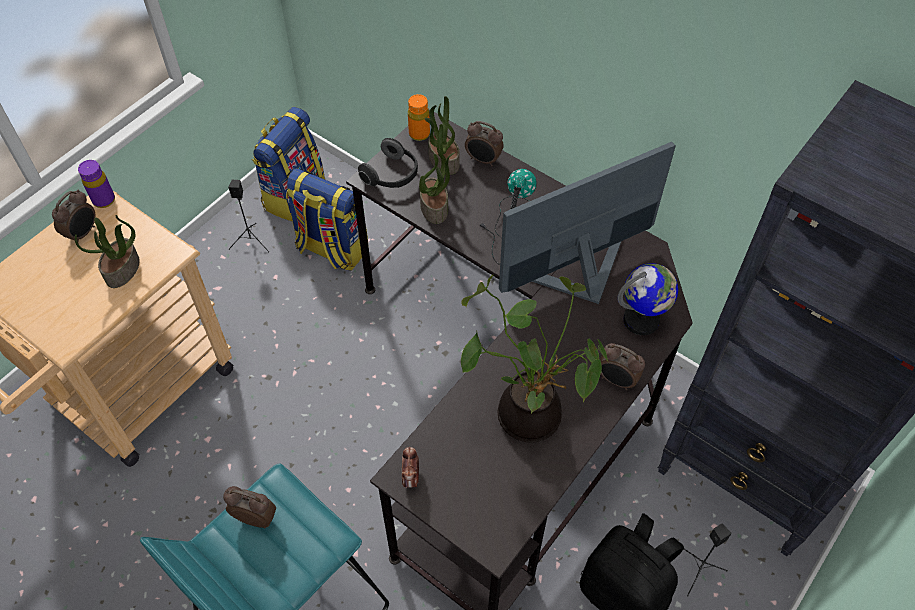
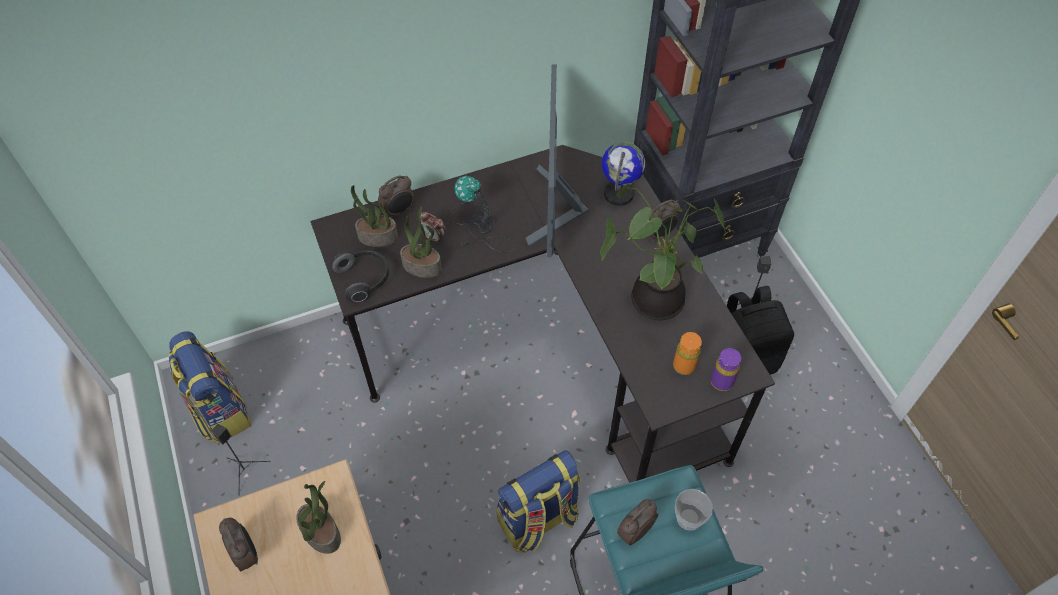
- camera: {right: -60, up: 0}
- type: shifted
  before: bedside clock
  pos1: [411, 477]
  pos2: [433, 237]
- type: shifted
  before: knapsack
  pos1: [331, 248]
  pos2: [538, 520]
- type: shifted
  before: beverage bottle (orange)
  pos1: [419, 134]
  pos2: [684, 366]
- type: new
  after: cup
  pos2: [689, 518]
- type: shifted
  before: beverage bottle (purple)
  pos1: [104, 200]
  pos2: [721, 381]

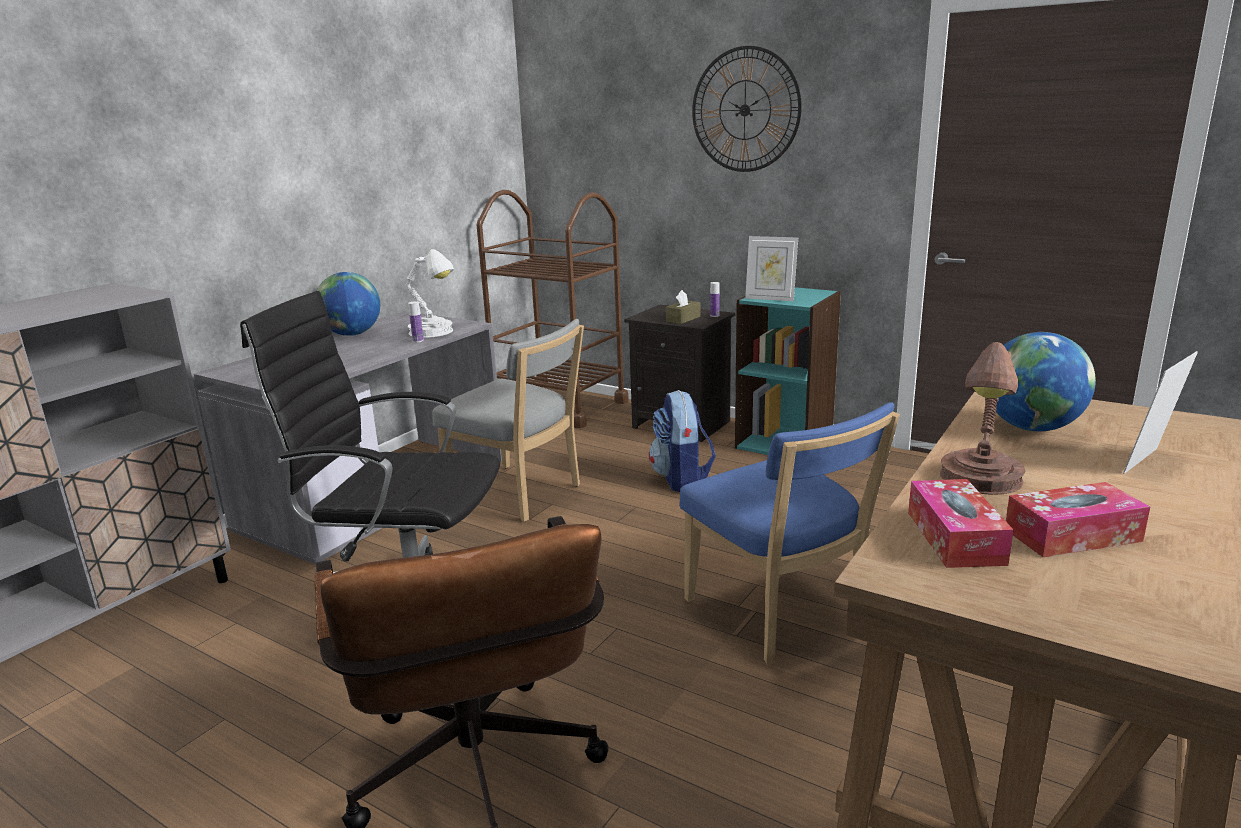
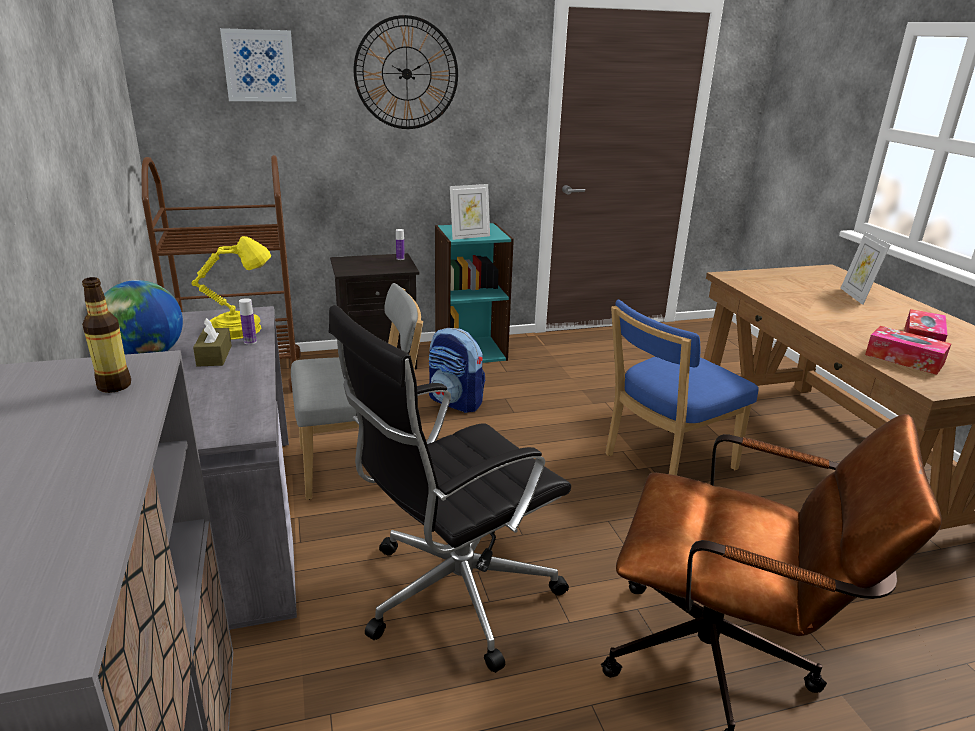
- camera: {right: -50, up: 5}
- type: new
  after: beverage bottle
  pos2: [114, 386]
- type: repainted
  before: table lamp (whitish)
  after: table lamp (yellow-coloured)
  pos1: [434, 332]
  pos2: [240, 329]
- type: shifted
  before: tissue box (brown-coloured)
  pos1: [683, 319]
  pos2: [214, 356]
- type: new
  after: wall picture
  pos2: [259, 65]
- type: rotated
  before: upright chair (bluish)
  pos1: [779, 616]
  pos2: [664, 463]
  turn: 135
- type: gone
  before: table lamp (brown-coloured)
  pos1: [980, 480]
- type: gone
  before: desk globe
  pos1: [1032, 428]

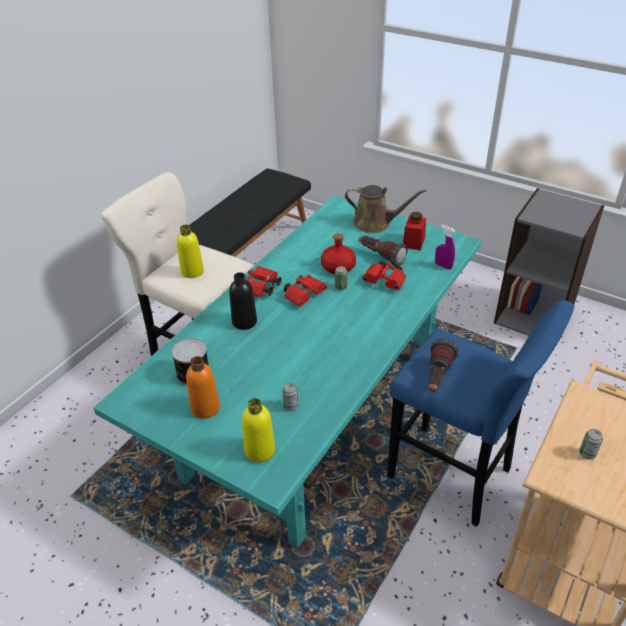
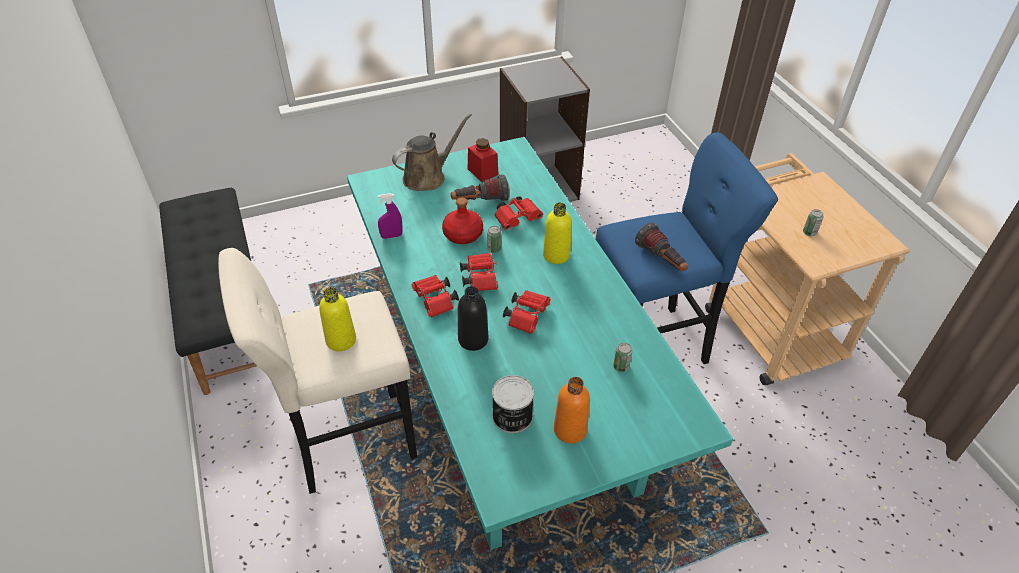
- camera: {right: -55, up: 5}
- type: shifted
  before: sprayer (purple)
  pos1: [443, 266]
  pos2: [391, 236]
- type: new
  after: binoculars (reddish)
  pos2: [527, 315]
- type: shifted
  before: beverage bottle (yellow-coloured)
  pos1: [260, 450]
  pos2: [556, 255]

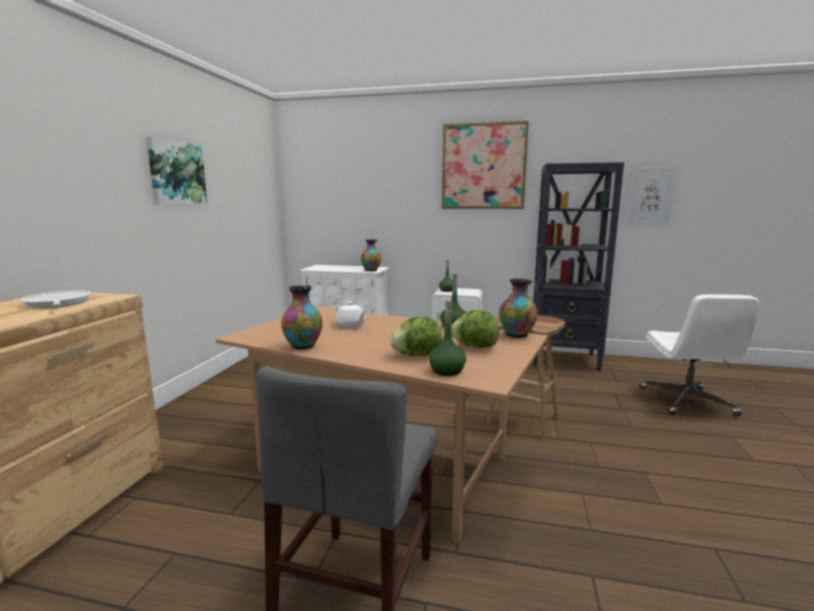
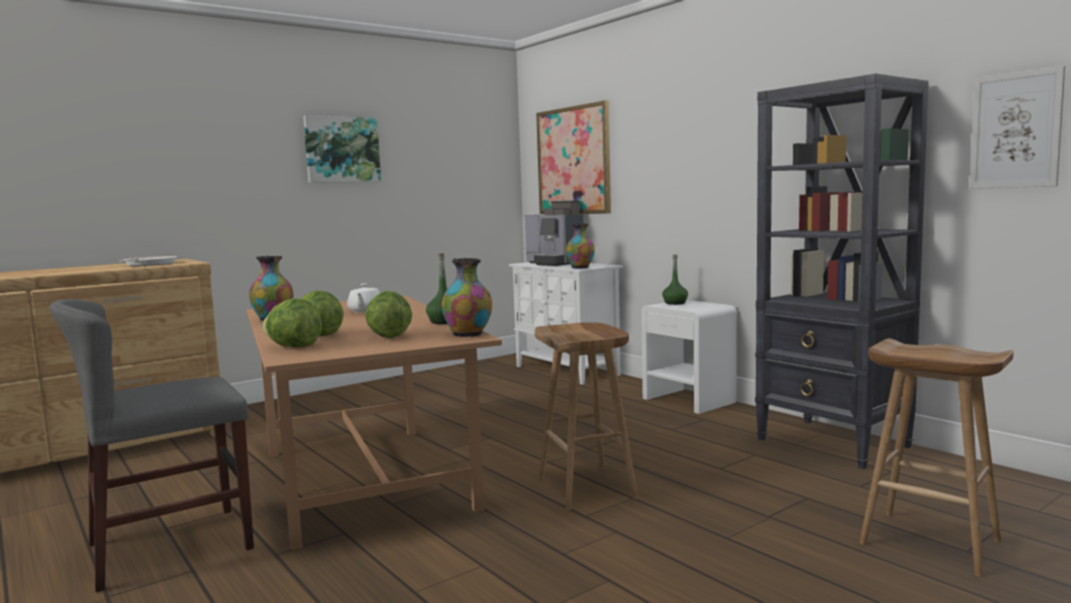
- camera: {right: 40, up: -5}
- type: swapped
  before: beverage bottle (greenish)
  after: head of lettuce
  pos1: [447, 370]
  pos2: [293, 347]
- type: new
  after: coffee maker
  pos2: [554, 263]
- type: shifted
  before: wall picture
  pos1: [483, 166]
  pos2: [573, 160]
- type: swapped
  before: desk chair (whitish)
  after: sitting stool (brown-coloured)
  pos1: [687, 401]
  pos2: [927, 542]

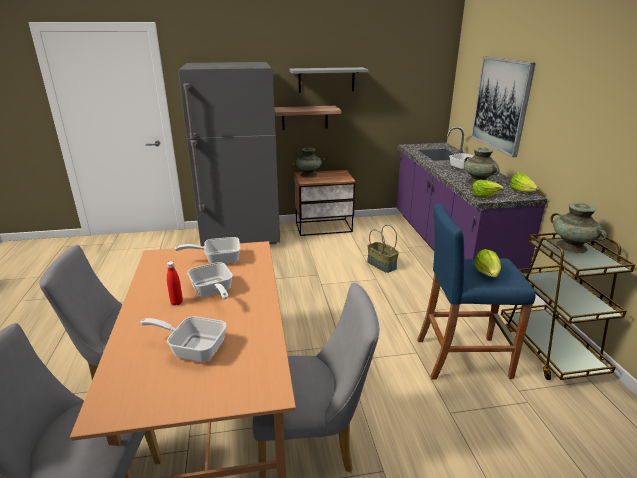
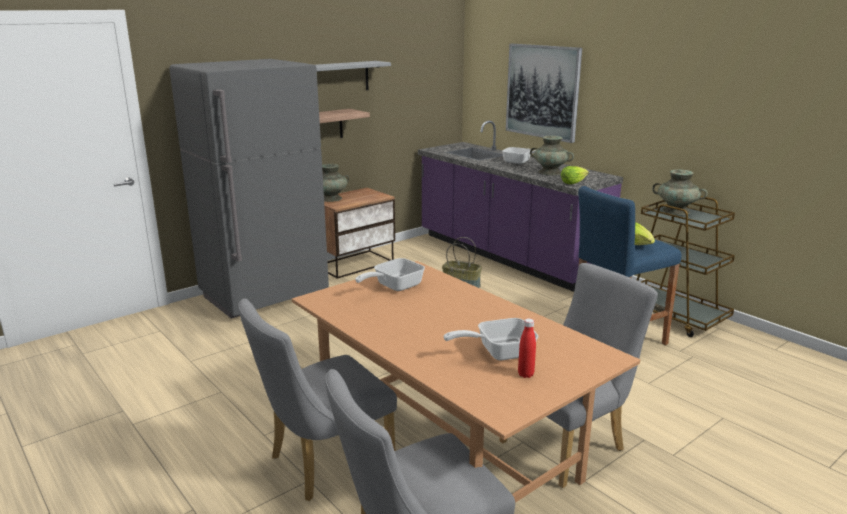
- camera: {right: -30, up: -5}
- type: shifted
  before: beverage bottle (reddish)
  pos1: [176, 302]
  pos2: [525, 374]
- type: gone
  before: skillet
  pos1: [212, 292]
- type: gone
  before: head of lettuce
  pos1: [521, 192]

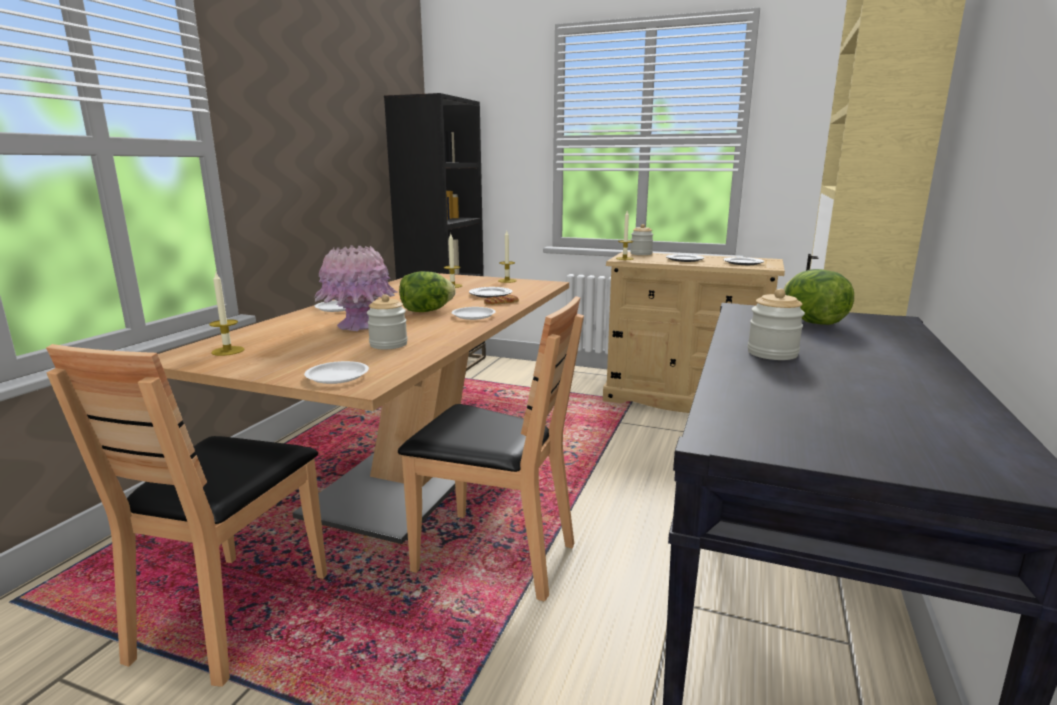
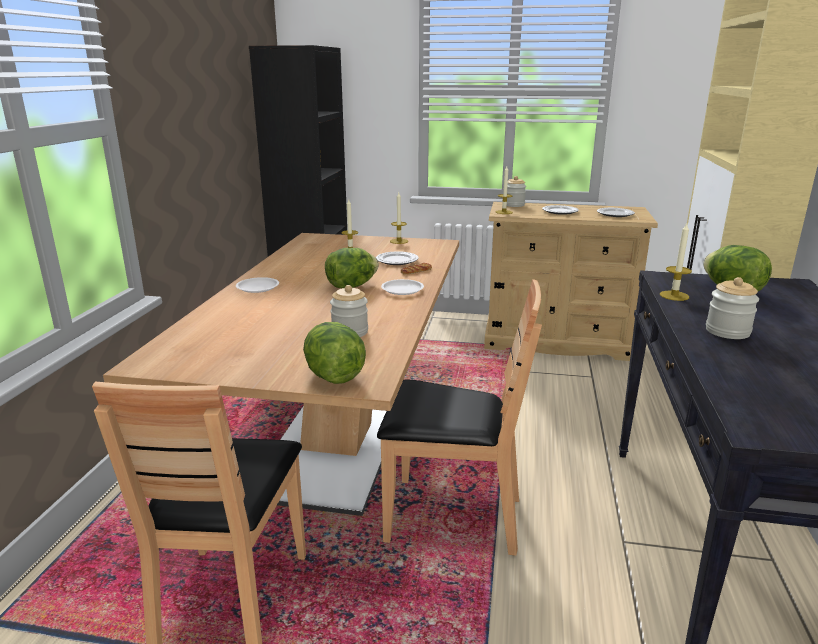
- camera: {right: -10, up: 5}
- type: swapped
  before: plate (whitish)
  after: head of lettuce
  pos1: [337, 376]
  pos2: [333, 376]
- type: shifted
  before: candle
  pos1: [228, 351]
  pos2: [674, 295]
- type: gone
  before: vase (pinkish)
  pos1: [358, 326]

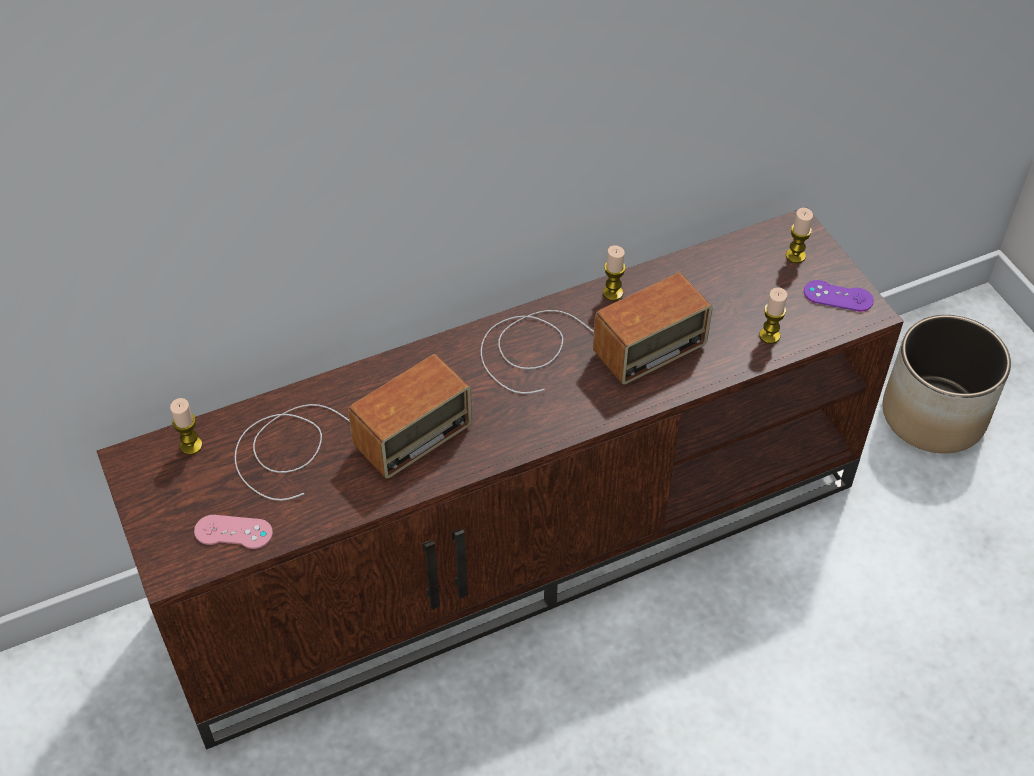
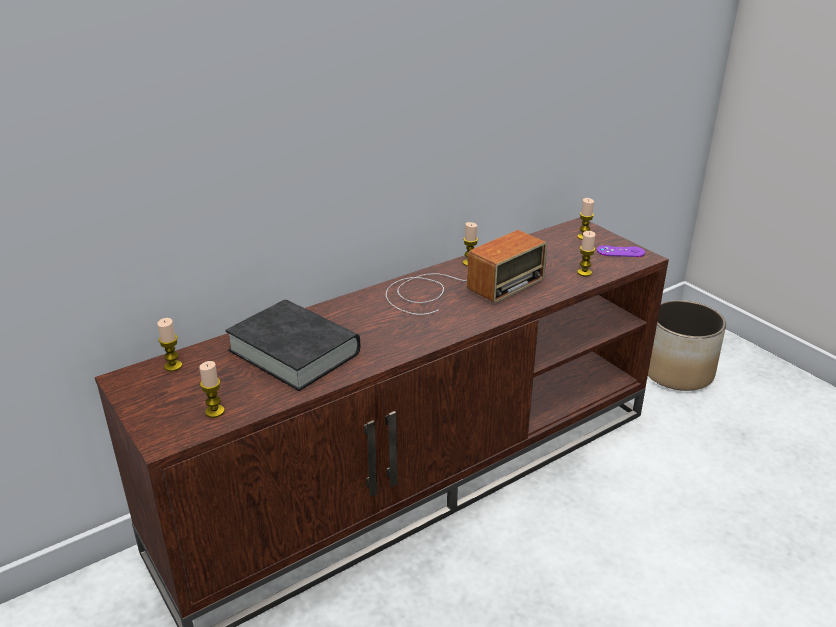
- camera: {right: -10, up: -20}
- type: swapped
  before: gamepad (pinkish)
  after: candle
  pos1: [233, 532]
  pos2: [215, 411]
- type: swapped
  before: radio set
  after: bound book (blackish)
  pos1: [343, 441]
  pos2: [294, 352]

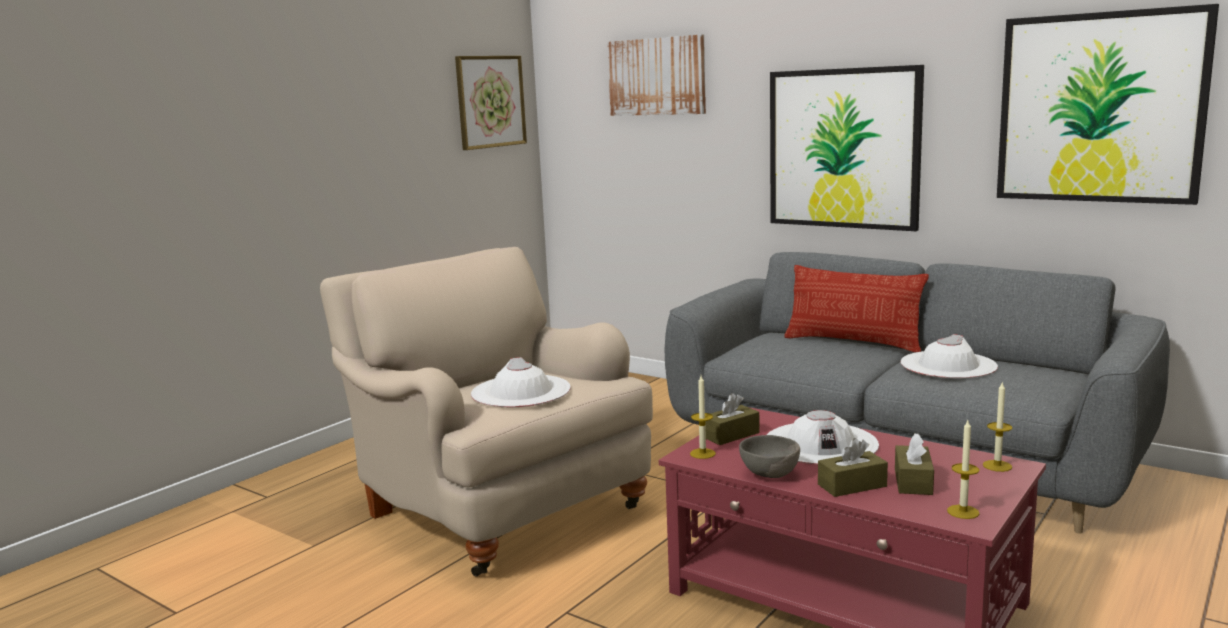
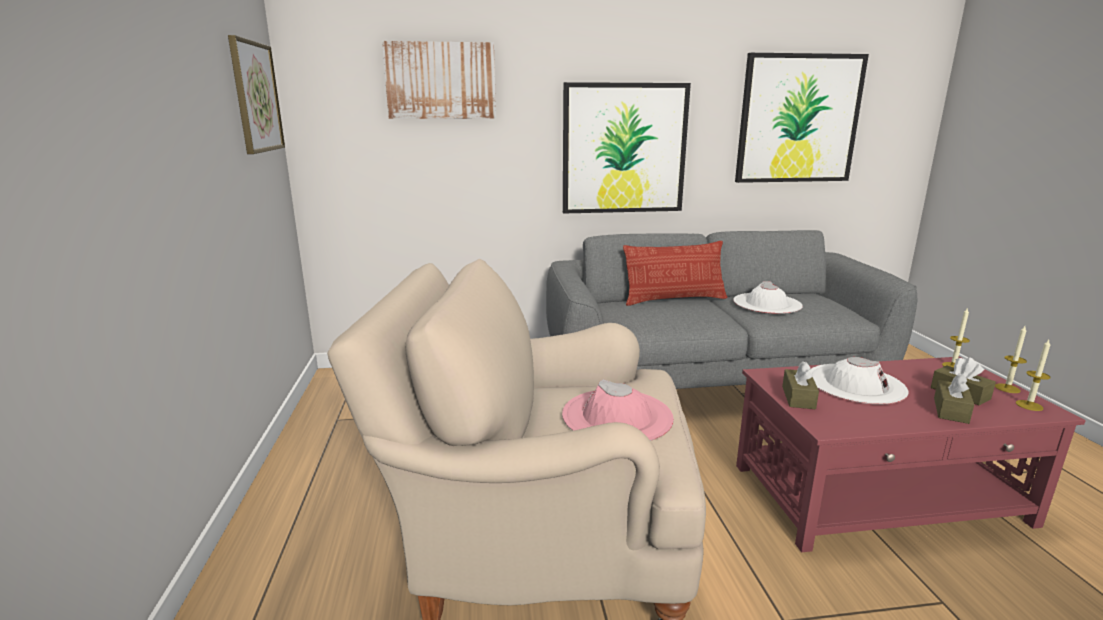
- camera: {right: -45, up: 5}
- type: repainted
  before: wearable hat (whitish)
  after: wearable hat (pinkish)
  pos1: [521, 391]
  pos2: [617, 416]
- type: shifted
  before: candle
  pos1: [702, 453]
  pos2: [1007, 388]
- type: gone
  before: serving bowl (gray)
  pos1: [770, 475]

